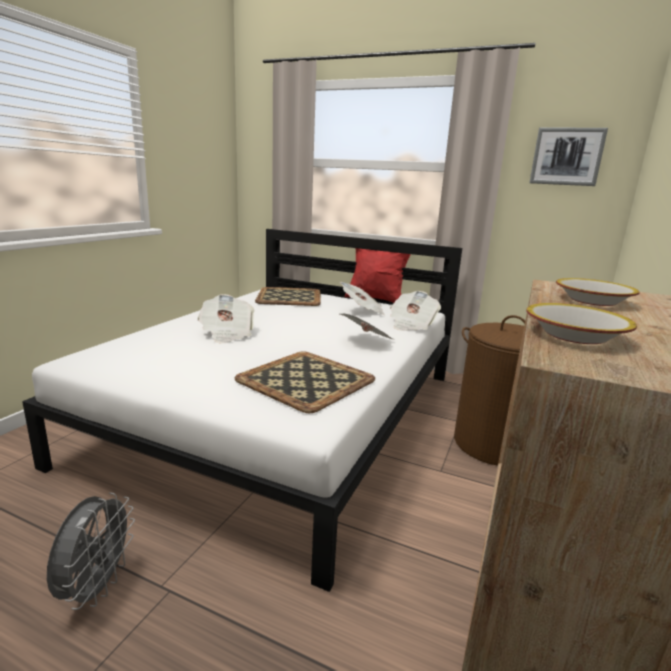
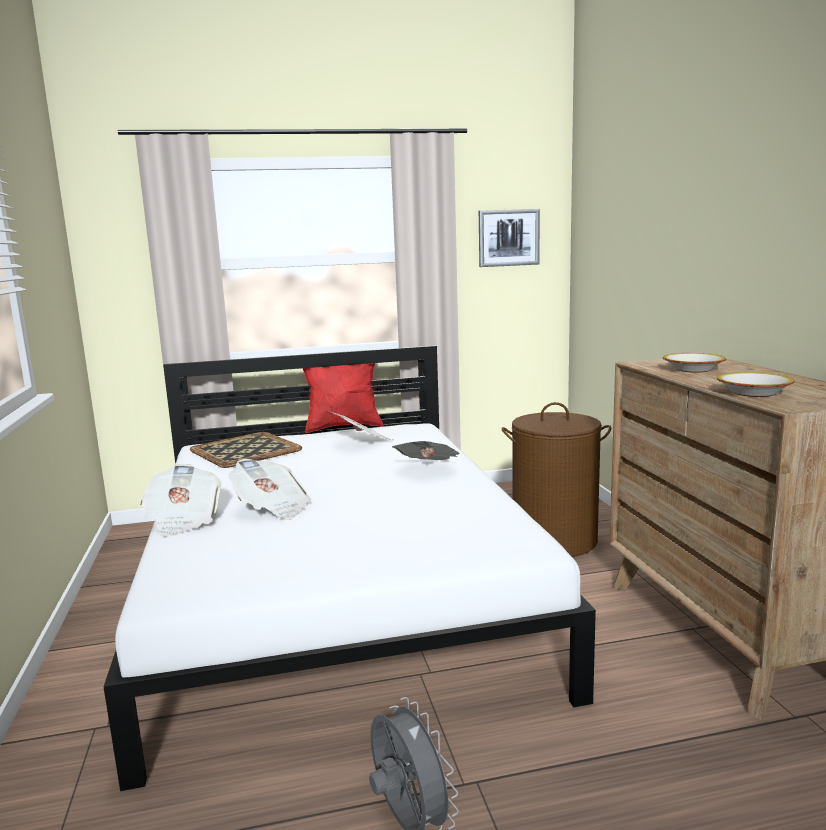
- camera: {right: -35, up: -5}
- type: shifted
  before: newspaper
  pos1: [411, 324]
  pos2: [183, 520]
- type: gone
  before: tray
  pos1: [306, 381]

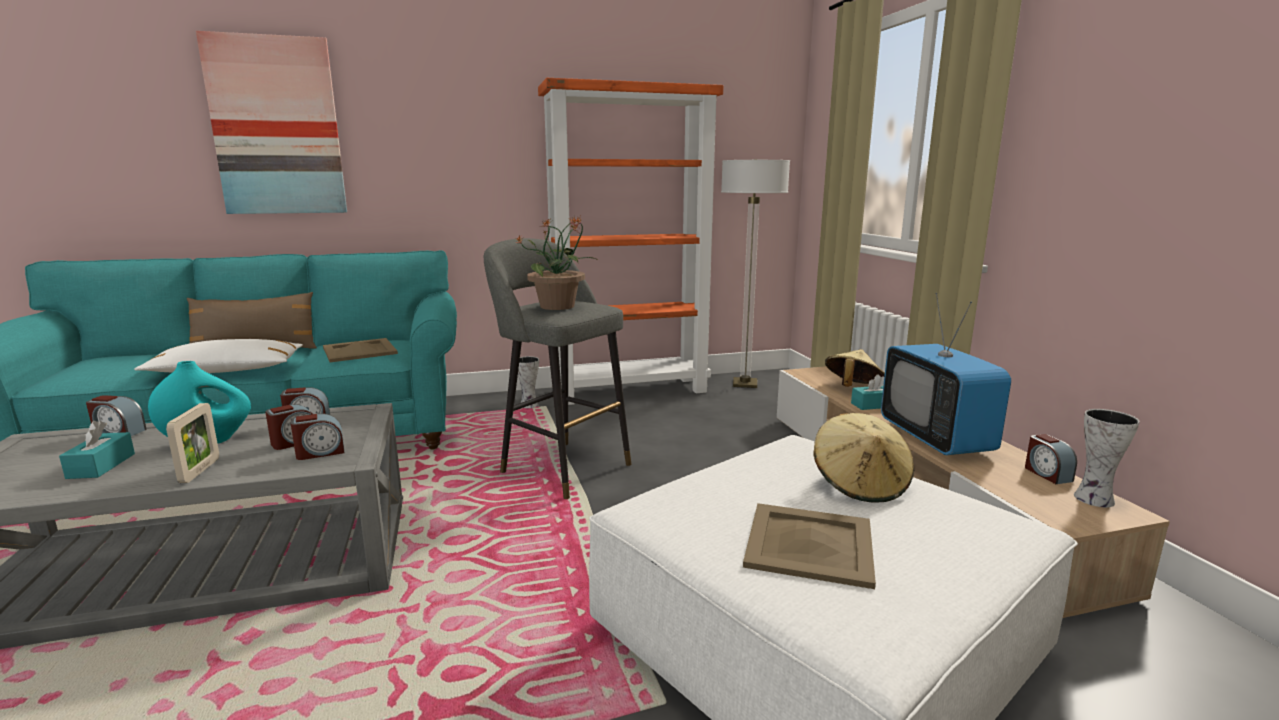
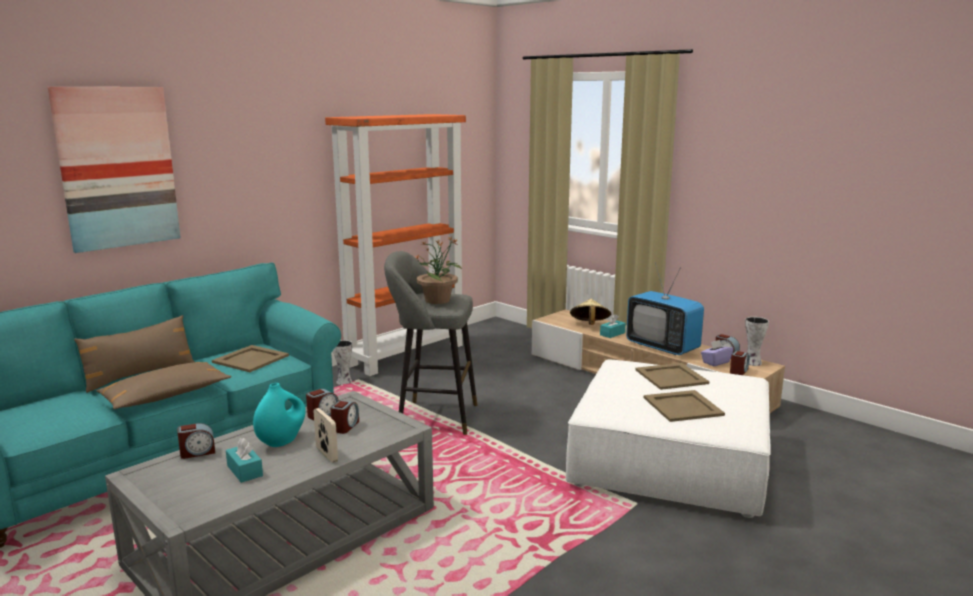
- camera: {right: -30, up: 0}
- type: repainted
  before: throw pillow (whitish)
  after: throw pillow (brown-coloured)
  pos1: [227, 371]
  pos2: [166, 396]
- type: swapped
  before: wearable hat (beige)
  after: tray (beige)
  pos1: [860, 484]
  pos2: [671, 376]
- type: new
  after: tissue box (purple)
  pos2: [715, 362]
- type: shifted
  before: bedside clock
  pos1: [320, 452]
  pos2: [738, 371]
- type: gone
  before: floor lamp
  pos1: [745, 384]

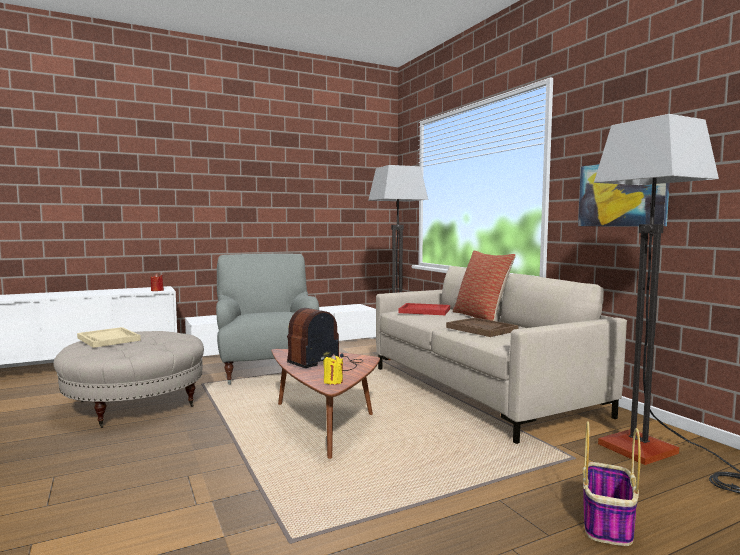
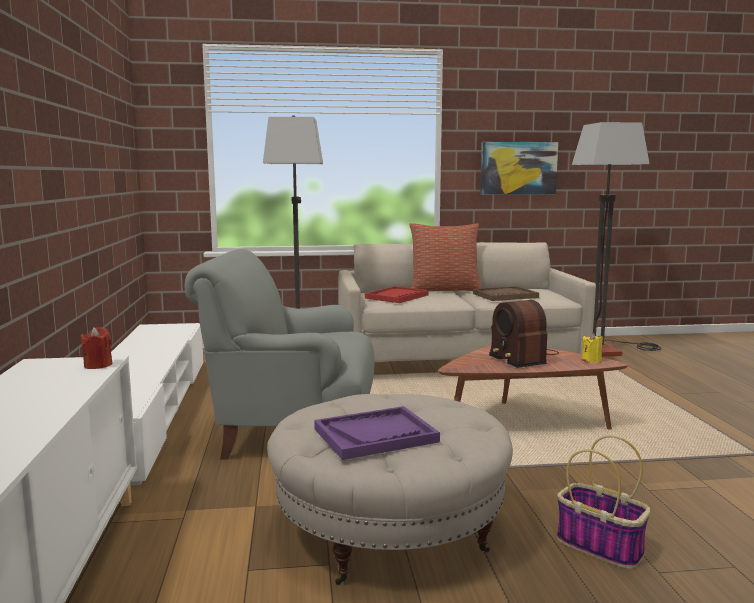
- camera: {right: -70, up: 5}
- type: repainted
  before: tray (beige)
  after: tray (purple)
  pos1: [109, 339]
  pos2: [375, 435]
- type: shifted
  before: basket
  pos1: [607, 523]
  pos2: [601, 546]

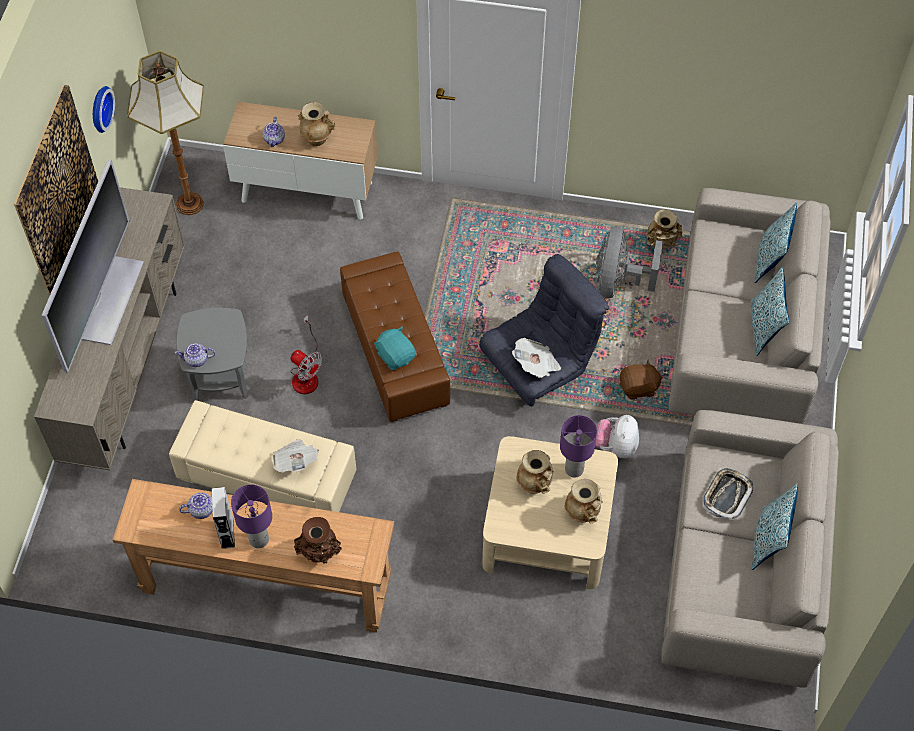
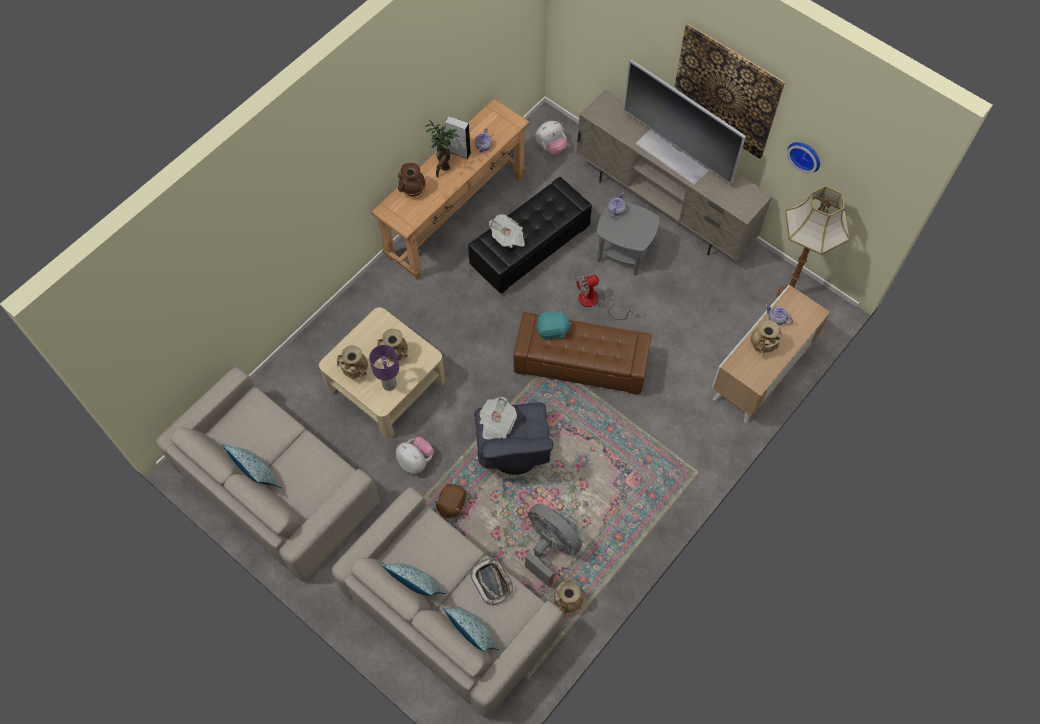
- camera: {right: 120, up: 5}
- type: swapped
  before: table lamp (purple)
  after: potted plant
  pos1: [259, 539]
  pos2: [443, 165]
- type: repainted
  before: ottoman (beige)
  after: ottoman (blackish)
  pos1: [266, 477]
  pos2: [529, 246]
- type: shifted
  before: tray
  pos1: [727, 495]
  pos2: [492, 582]
- type: new
  after: soft toy
  pos2: [551, 147]

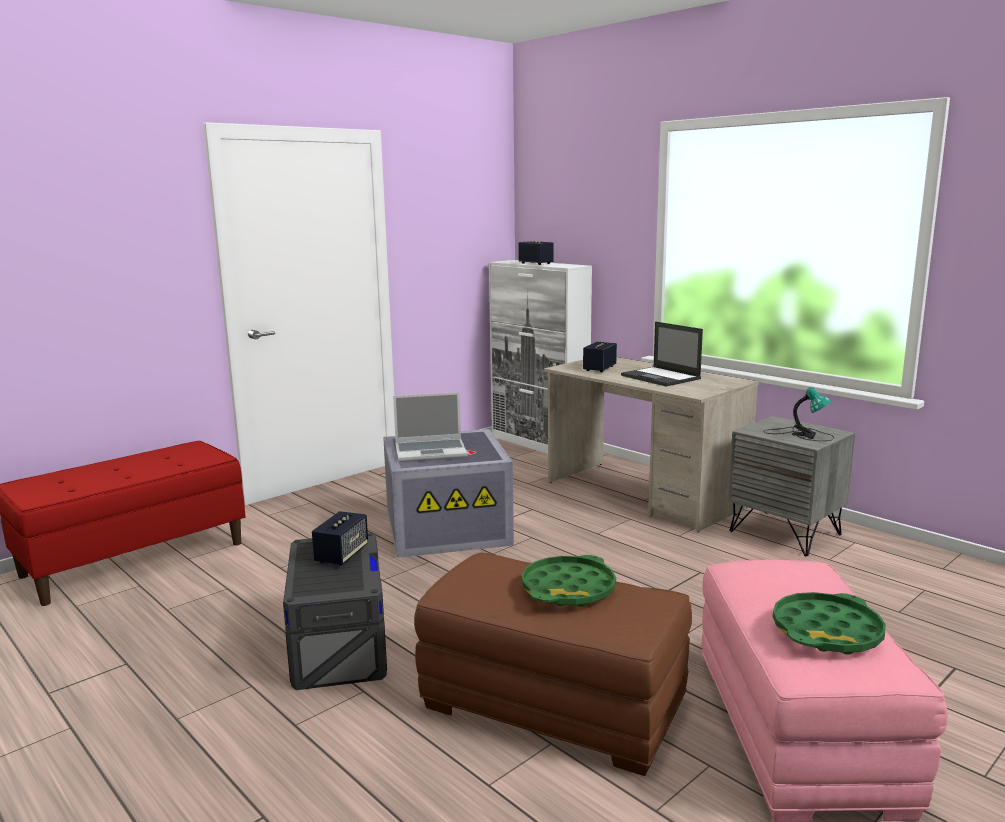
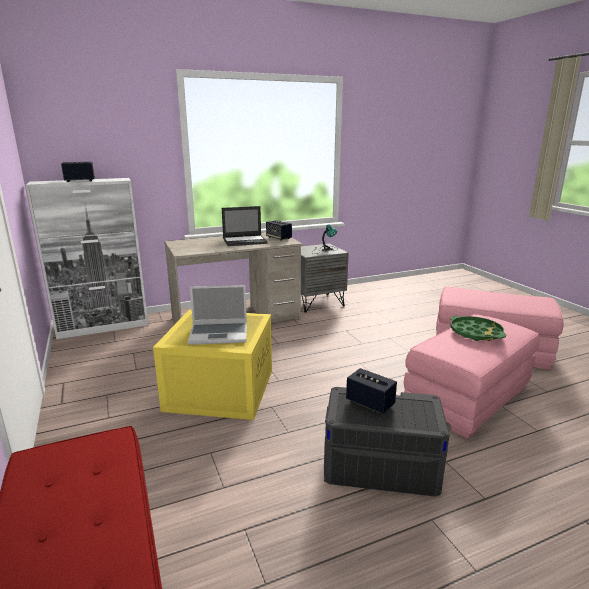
- camera: {right: -70, up: 5}
- type: repainted
  before: storage container (gray)
  after: storage container (yellow-coloured)
  pos1: [449, 527]
  pos2: [219, 389]
- type: rotated
  before: portable computer
  pos1: [431, 452]
  pos2: [219, 334]
  turn: 75
- type: shifted
  before: audio speaker
  pos1: [599, 369]
  pos2: [278, 238]
- type: repainted
  before: ottoman (brown-coloured)
  after: ottoman (pinkish)
  pos1: [551, 706]
  pos2: [468, 398]
- type: gone
  before: tray (greenish)
  pos1: [827, 632]

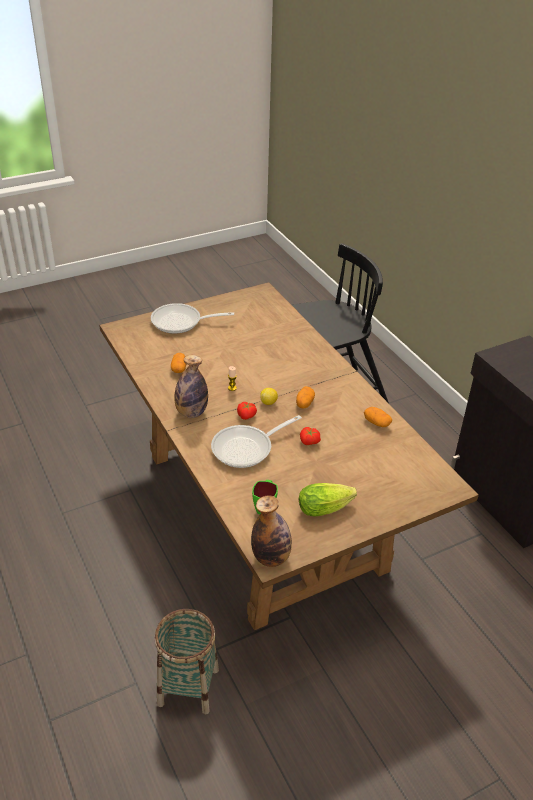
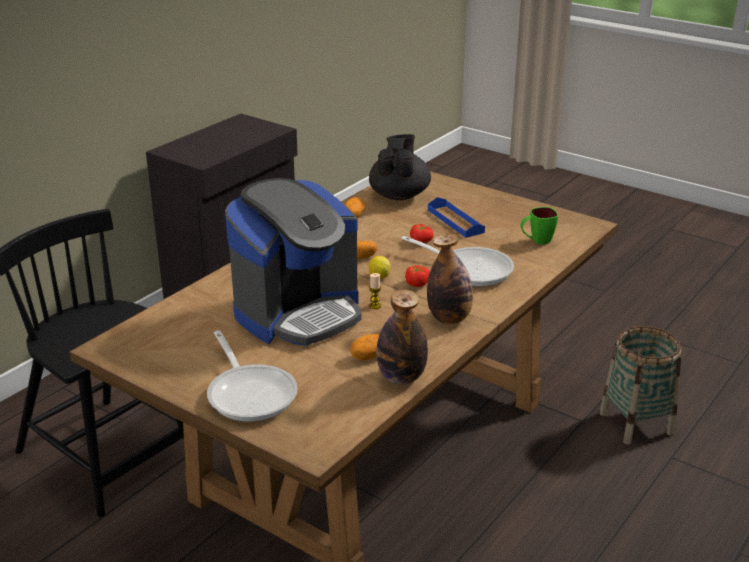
- camera: {right: -115, up: -10}
- type: new
  after: coffee maker
  pos2: [298, 313]
- type: new
  after: tea pot (blackish)
  pos2: [399, 195]
- type: shifted
  before: beverage bottle
  pos1: [271, 558]
  pos2: [401, 377]
- type: new
  after: tray (bluish)
  pos2: [455, 221]
- type: gone
  before: head of lettuce
  pos1: [327, 507]

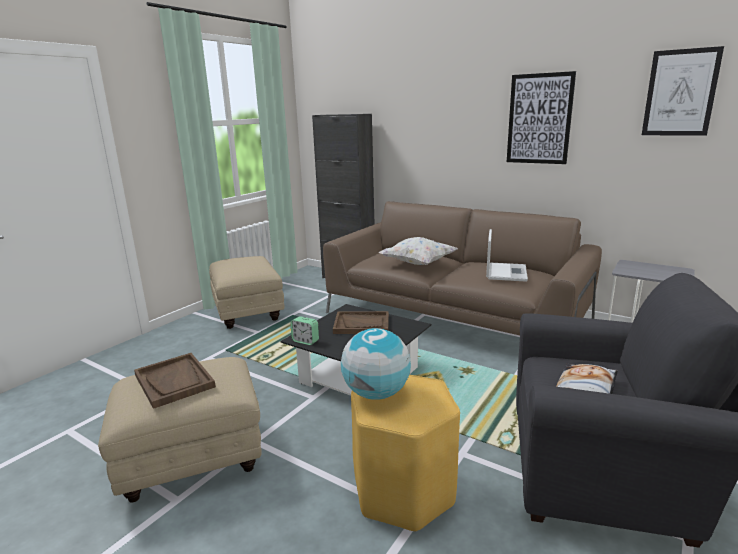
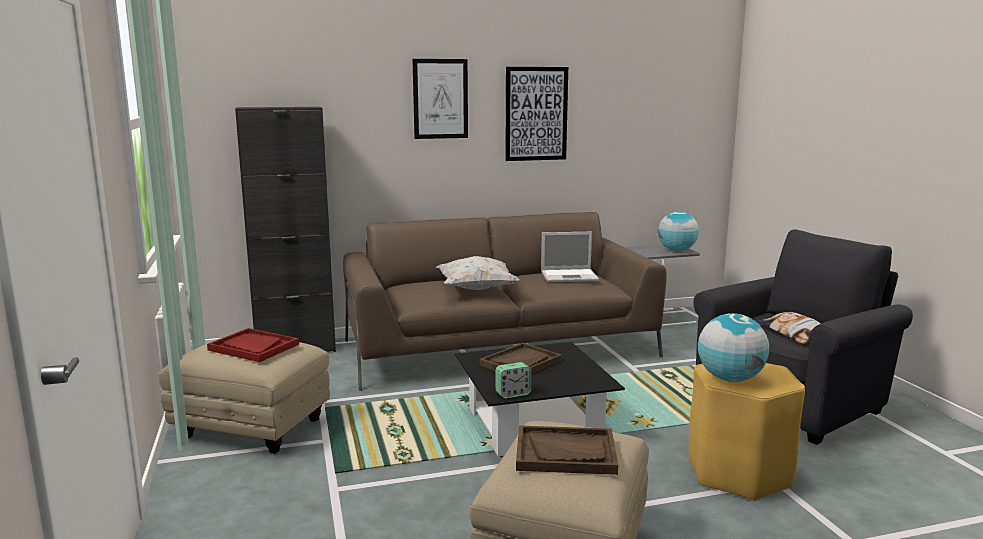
- camera: {right: -50, up: -5}
- type: new
  after: tray (reddish)
  pos2: [253, 347]
- type: shifted
  before: wall picture
  pos1: [680, 93]
  pos2: [440, 99]
- type: rotated
  before: portable computer
  pos1: [506, 272]
  pos2: [570, 276]
  turn: 120
- type: new
  after: desk globe
  pos2: [677, 250]

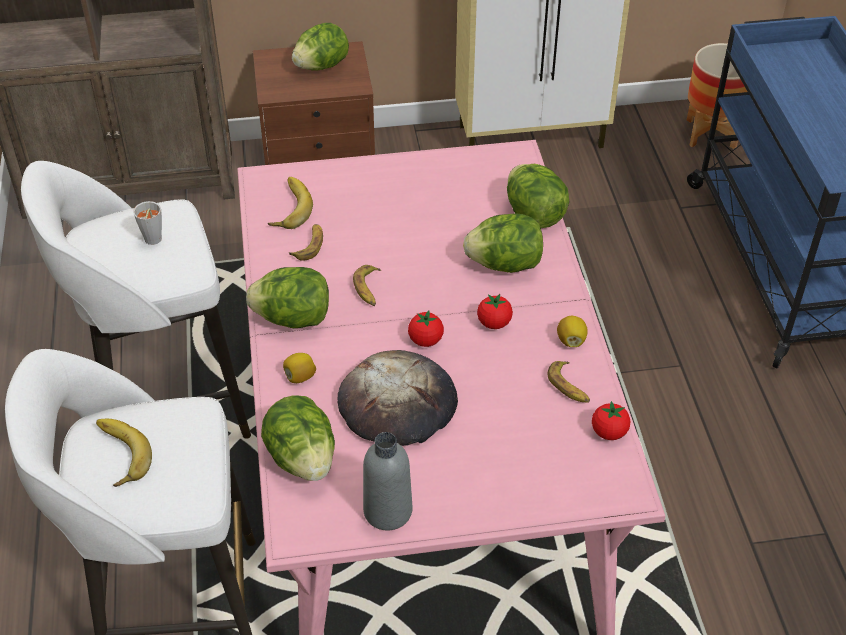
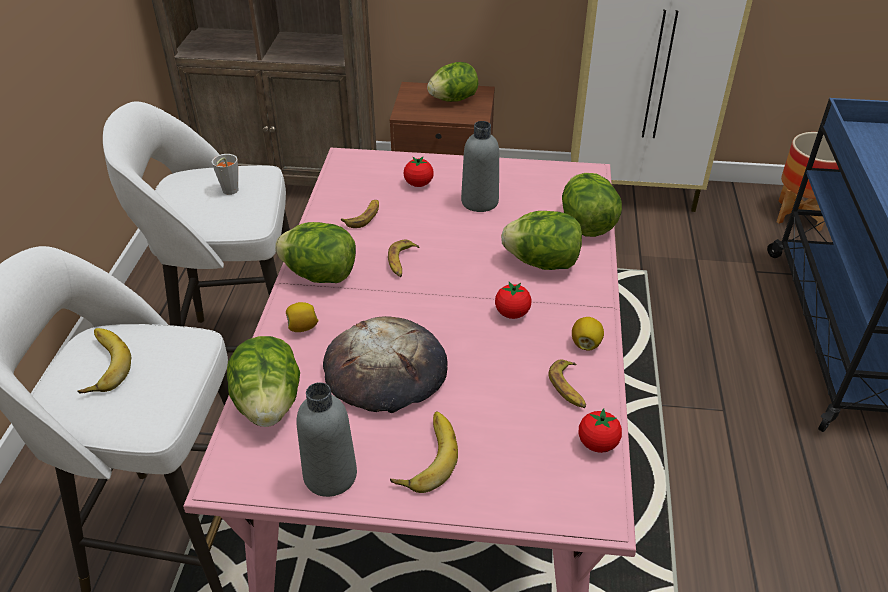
- camera: {right: 15, up: -5}
- type: shifted
  before: banana fruit
  pos1: [287, 207]
  pos2: [424, 456]
- type: shifted
  before: whole tomato
  pos1: [425, 340]
  pos2: [418, 184]
- type: new
  after: beverage bottle (gray)
  pos2: [479, 202]

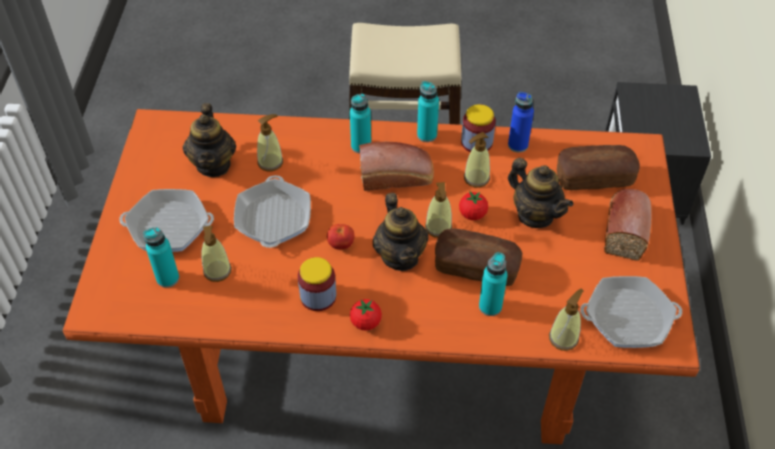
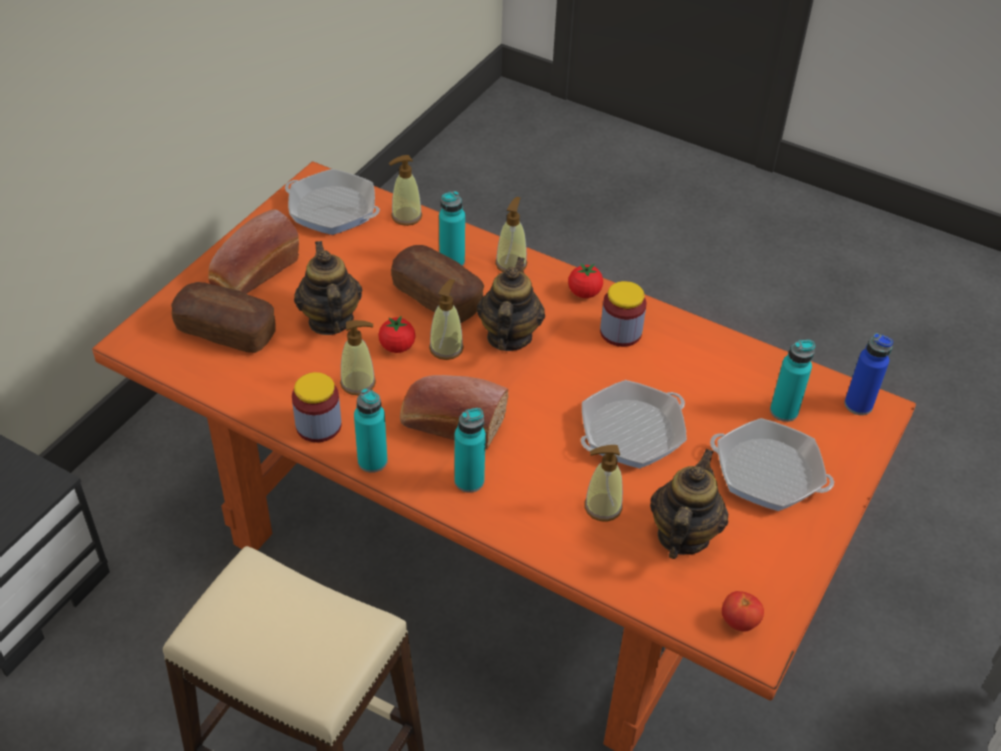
- camera: {right: -155, up: -5}
- type: shifted
  before: soap dispenser
  pos1: [217, 271]
  pos2: [511, 264]
- type: rotated
  before: skillet
  pos1: [273, 218]
  pos2: [631, 432]
  turn: -150
- type: shifted
  before: whole tomato
  pos1: [341, 244]
  pos2: [739, 622]
- type: shifted
  before: beverage bottle (bluish)
  pos1: [518, 145]
  pos2: [858, 405]

